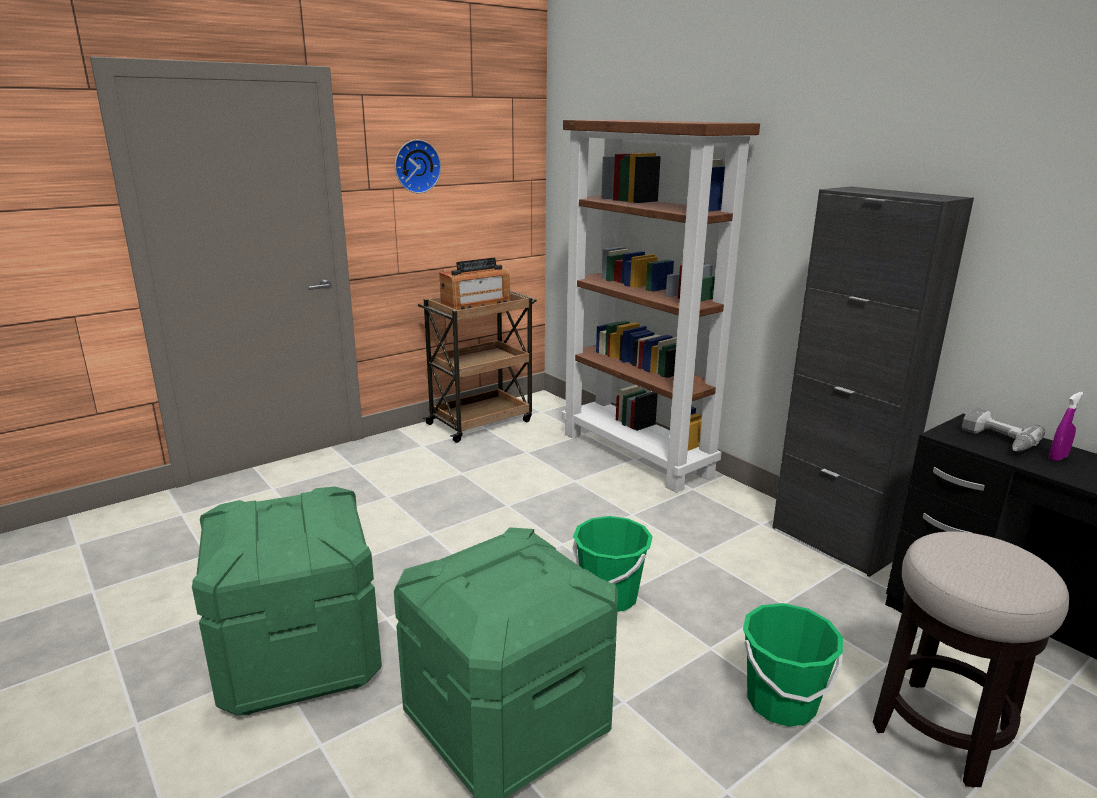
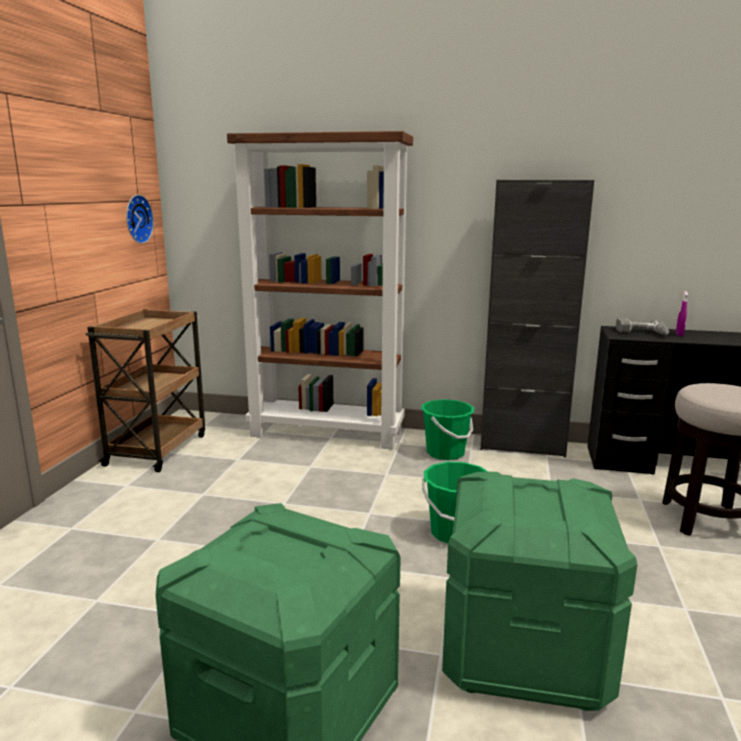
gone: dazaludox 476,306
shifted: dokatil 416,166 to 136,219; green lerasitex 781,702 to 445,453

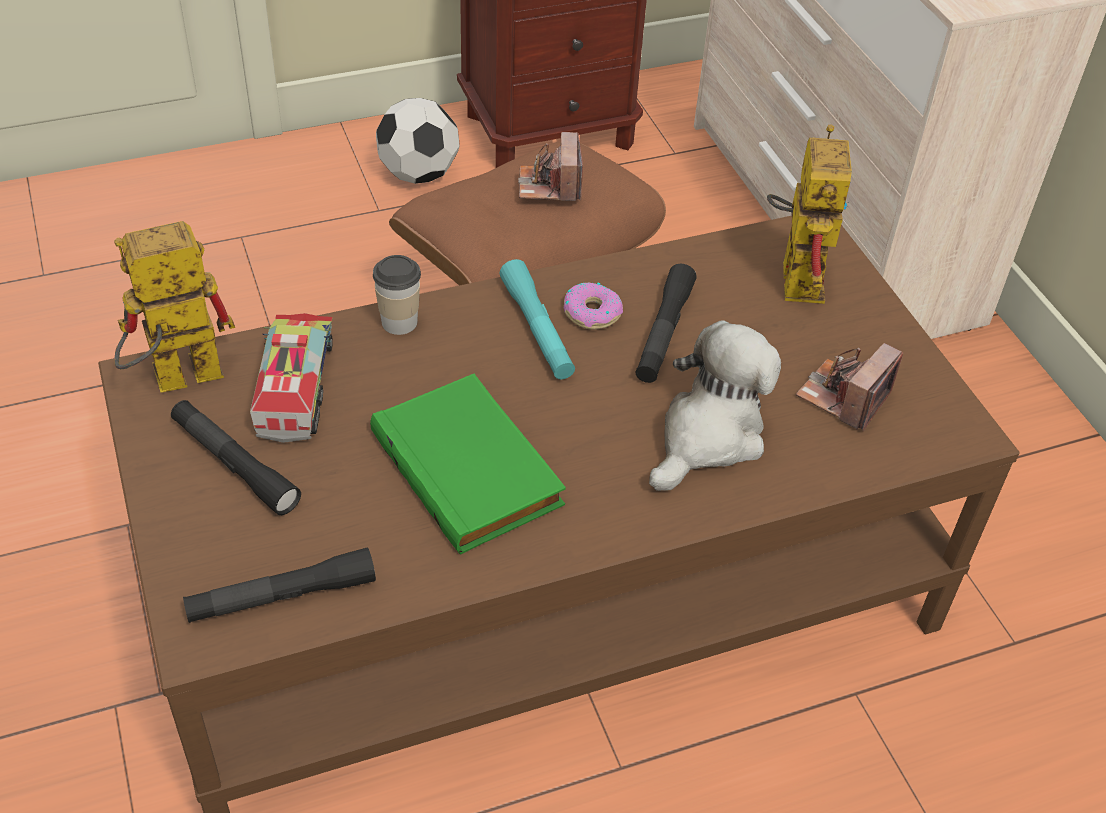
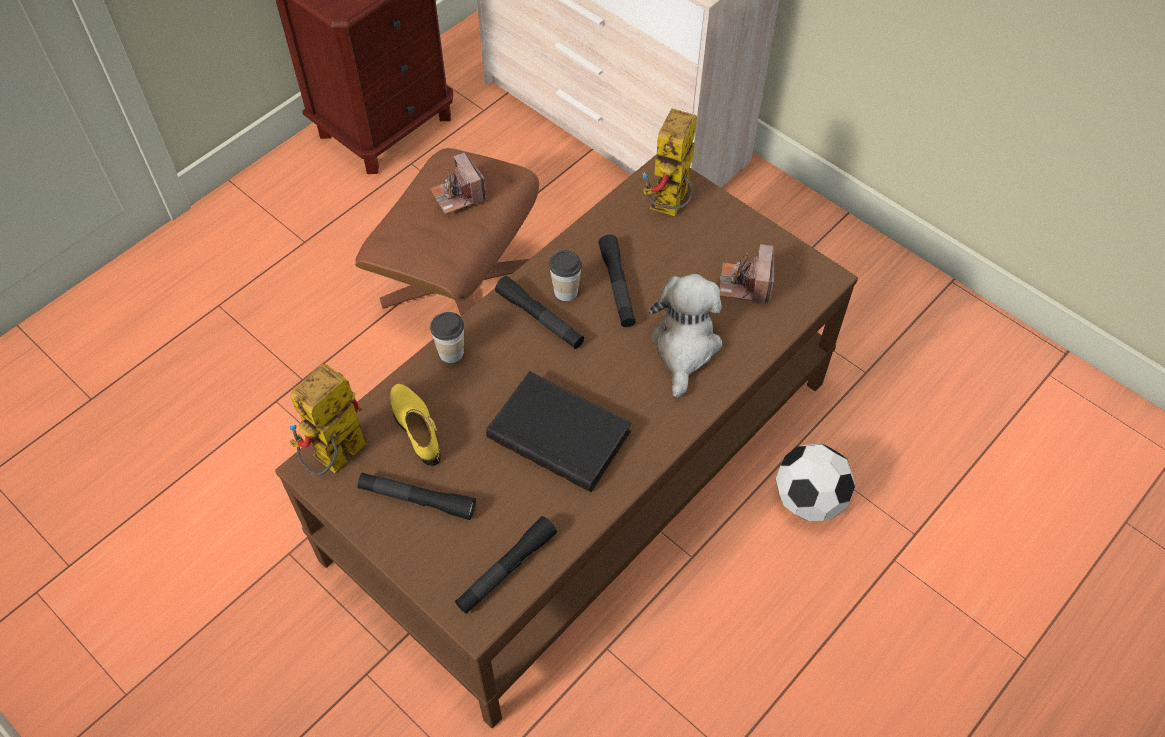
shifted: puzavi 419,174 to 809,499
swapped: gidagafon 296,385 to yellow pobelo 416,427; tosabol 592,312 to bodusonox 566,291
repainted: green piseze 471,468 to black piseze 561,433; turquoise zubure 537,329 to black zubure 540,318
rotated: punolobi 795,273 = 670,208 135 degrees counterclockwise

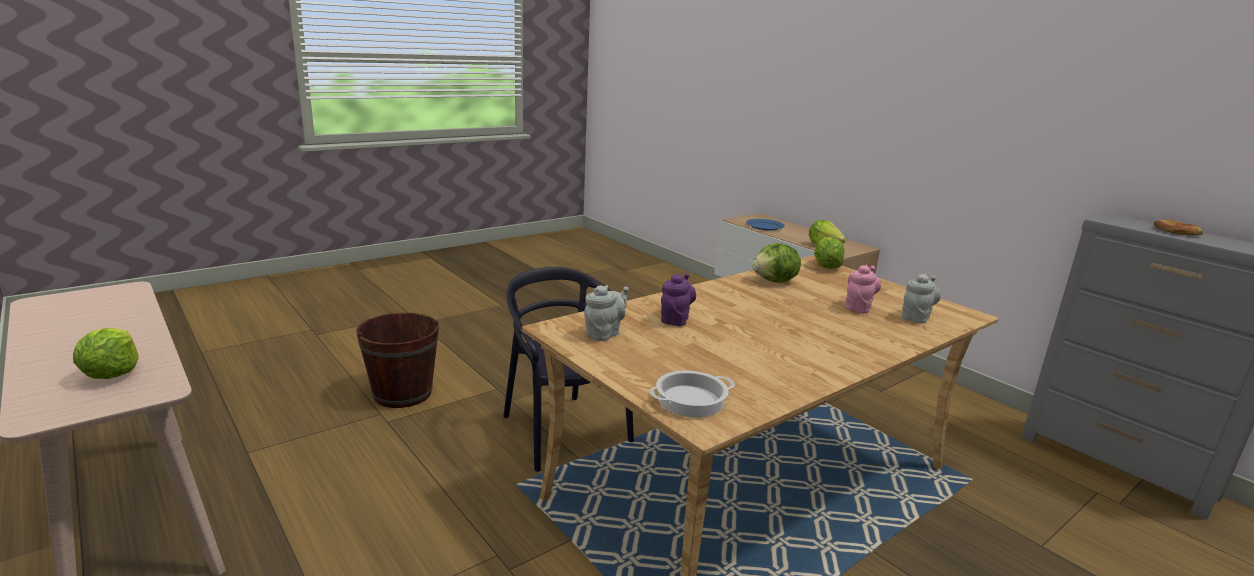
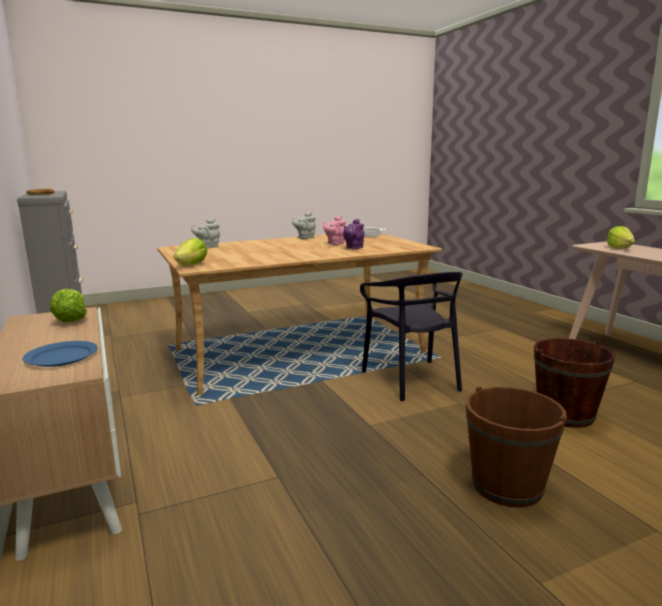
gone: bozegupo 775,281
new: brown lerasitex 507,486
shifted: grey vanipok 605,333 to 305,238; pink vanipok 859,307 to 335,243

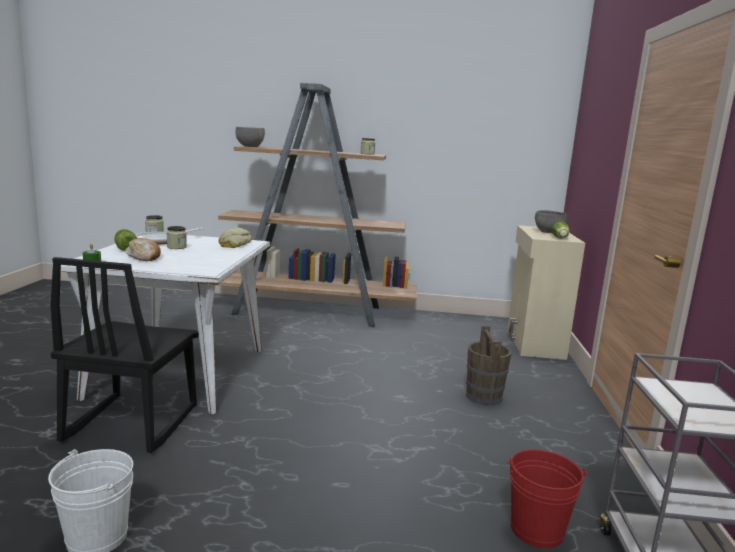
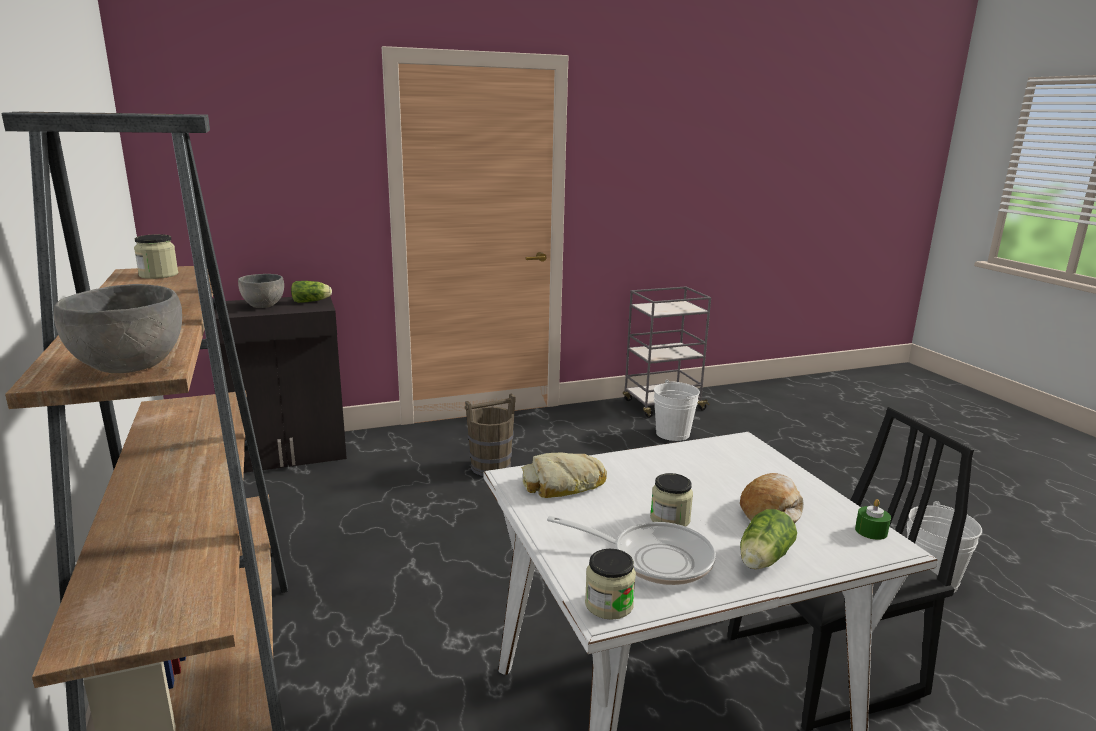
repainted: red lerasitex 536,530 to white lerasitex 673,433; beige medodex 533,342 to black medodex 288,454

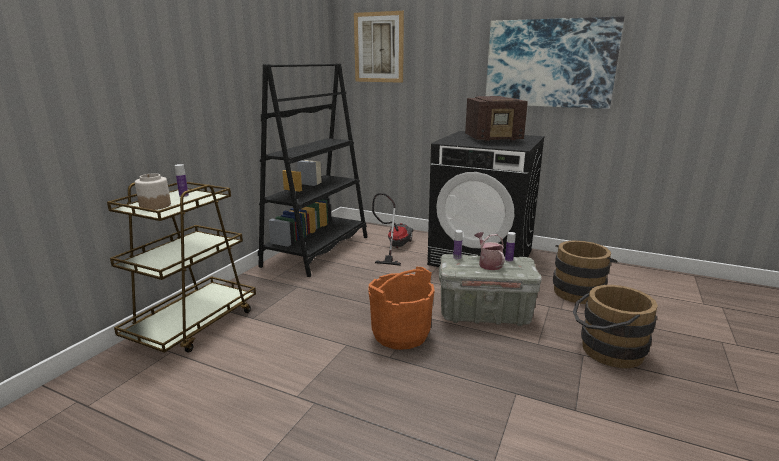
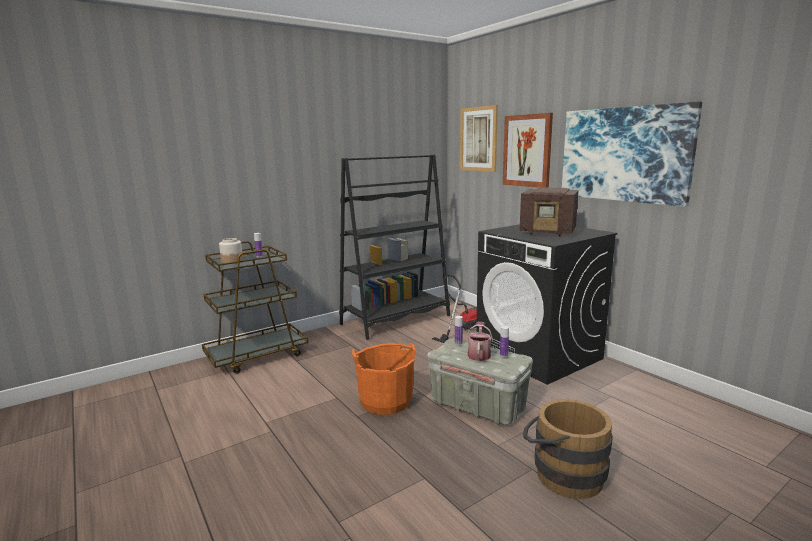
gone: brown lerasitex 579,291
new: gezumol 527,150

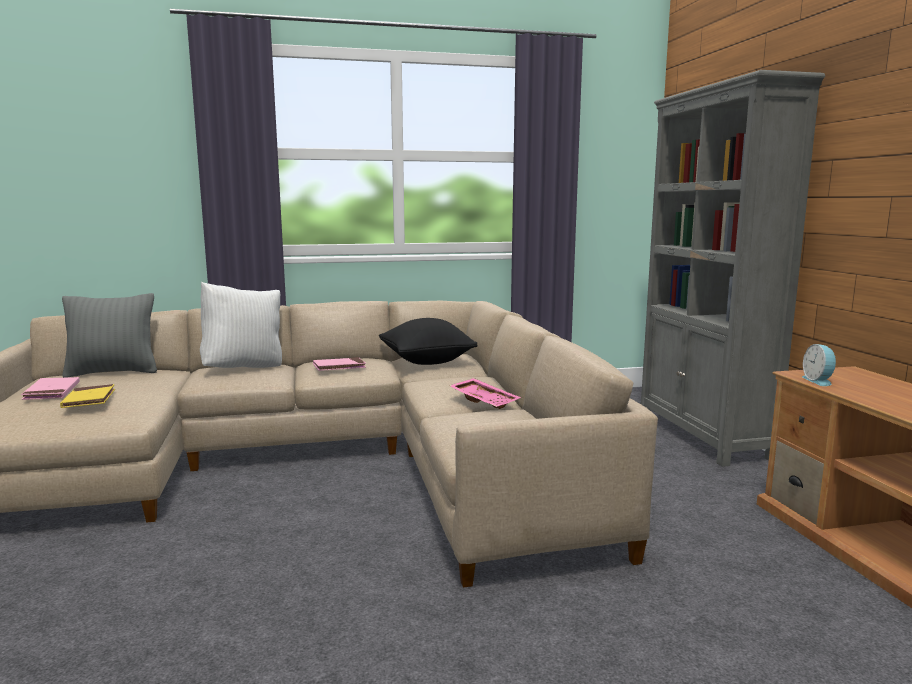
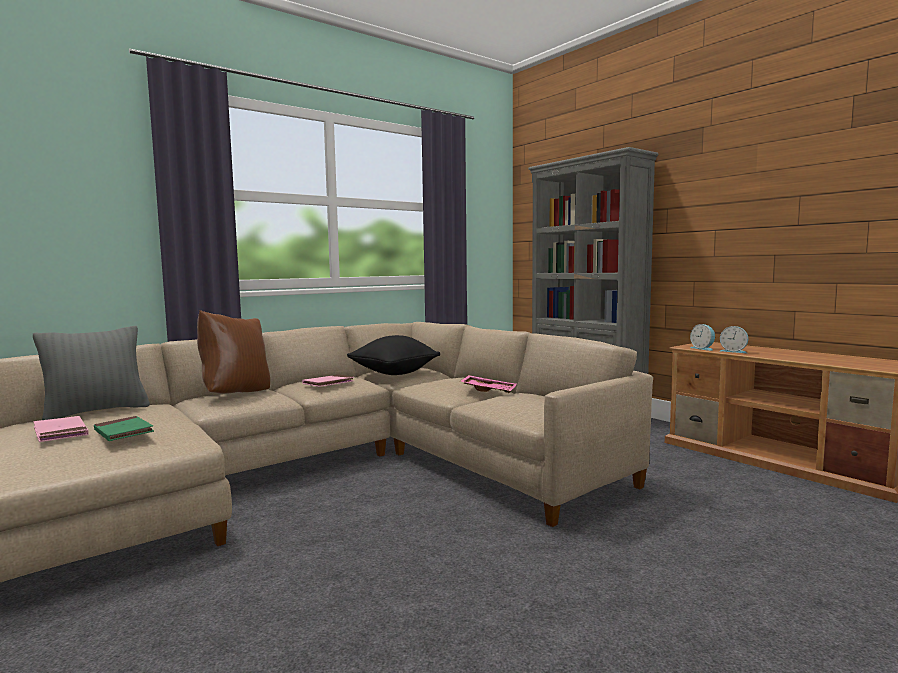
new: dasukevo 734,351
repainted: yellow piseze 89,399 to green piseze 123,432; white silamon 244,368 to brown silamon 236,394

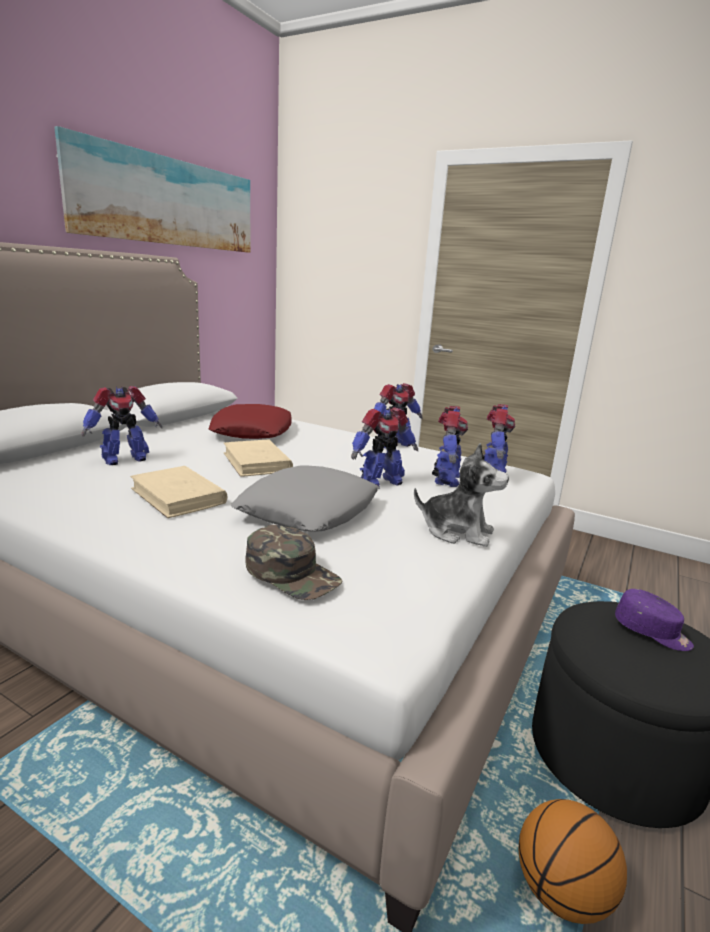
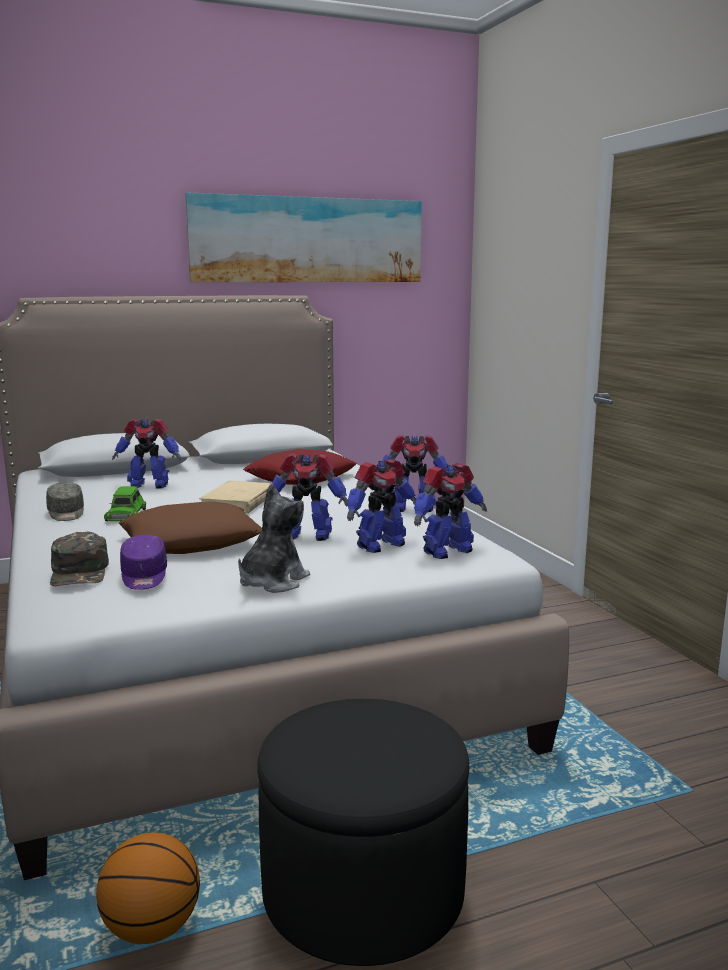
new: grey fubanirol 66,513
shifted: purple fubanirol 652,632 to 144,576
swapped: beige piseze 178,496 to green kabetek 126,515
repainted: grey silamon 308,509 to brown silamon 191,541
rotated: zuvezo 457,531 = 272,582 120 degrees counterclockwise

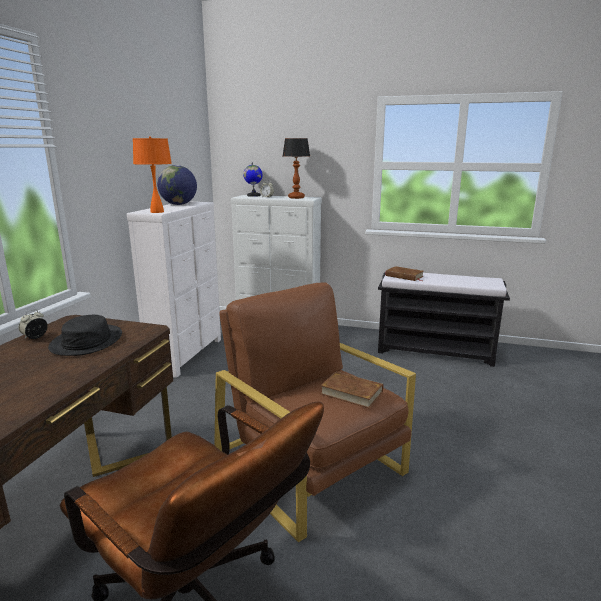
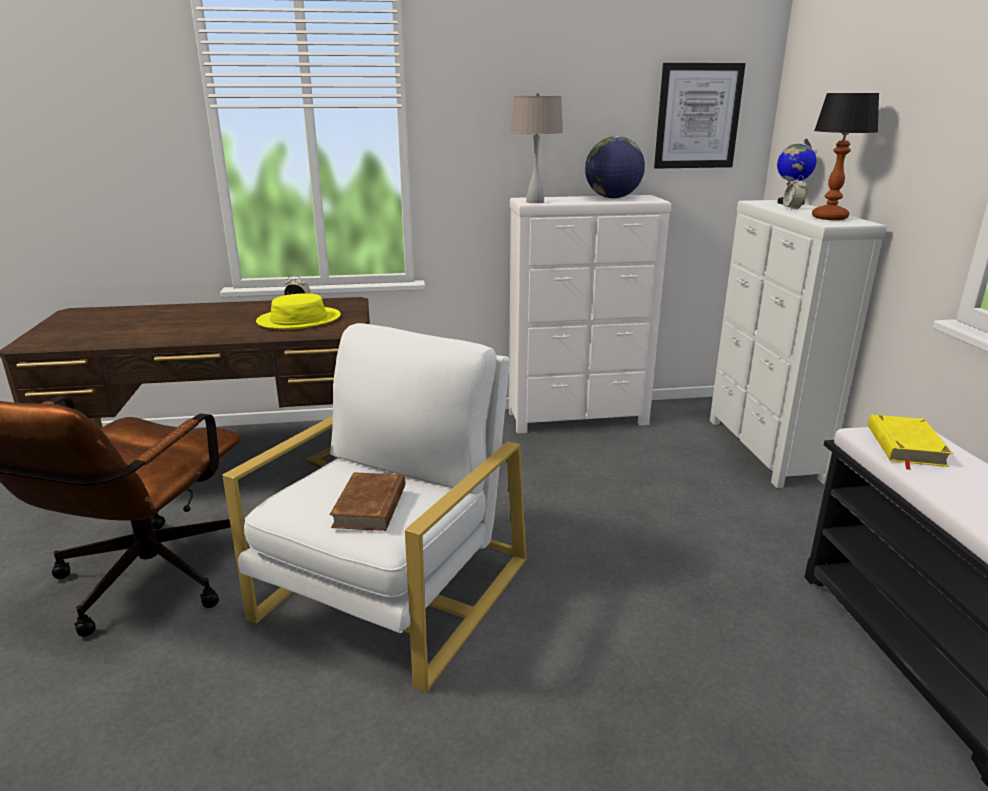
new: gezumol 697,116
repainted: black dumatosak 86,341 to yellow dumatosak 299,320; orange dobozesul 157,212 to beige dobozesul 534,202; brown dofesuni 310,465 to white dofesuni 392,590; brown piseze 404,276 to yellow piseze 905,446

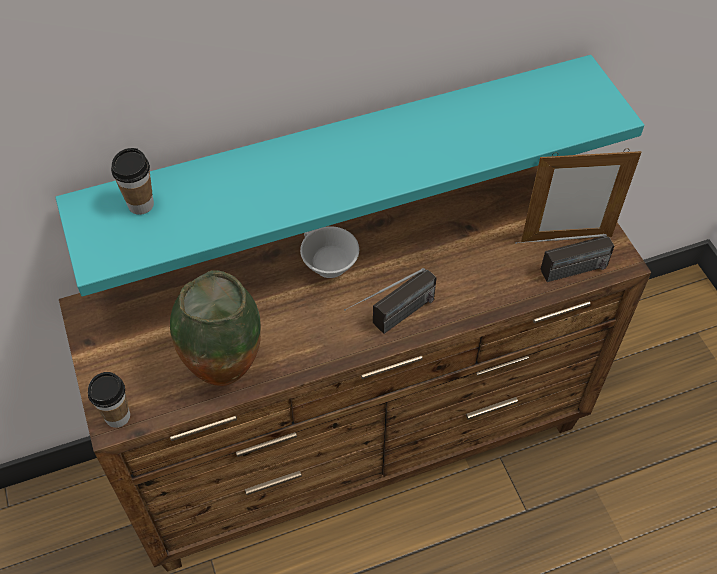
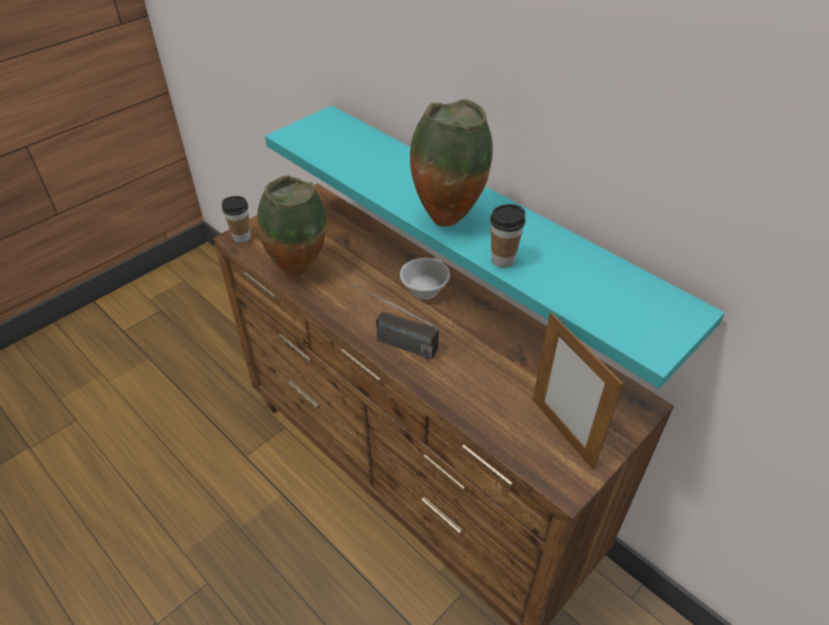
gone: dazaludox 558,274
new: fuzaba 447,219
shifted: bodusonox 141,205 to 502,260

